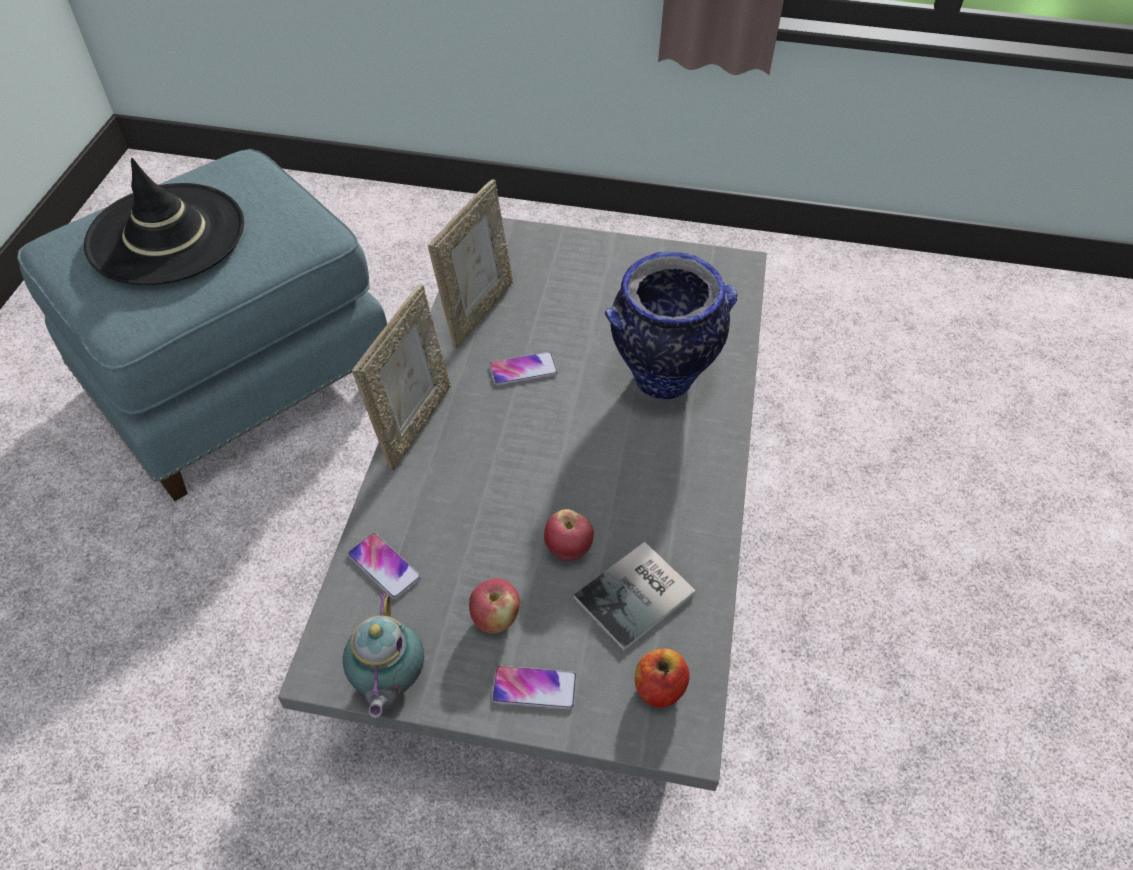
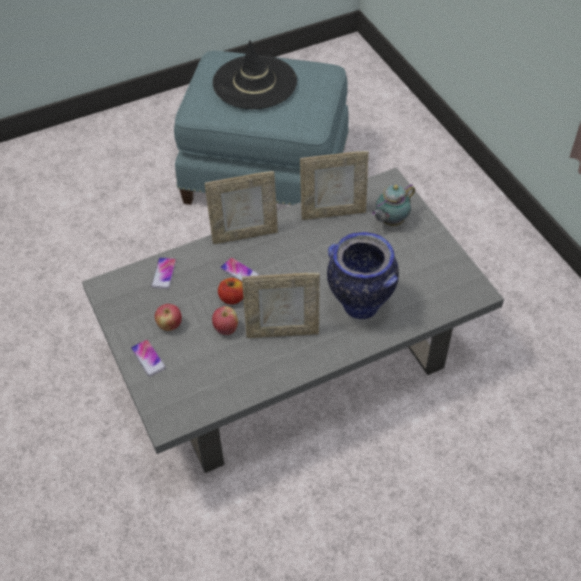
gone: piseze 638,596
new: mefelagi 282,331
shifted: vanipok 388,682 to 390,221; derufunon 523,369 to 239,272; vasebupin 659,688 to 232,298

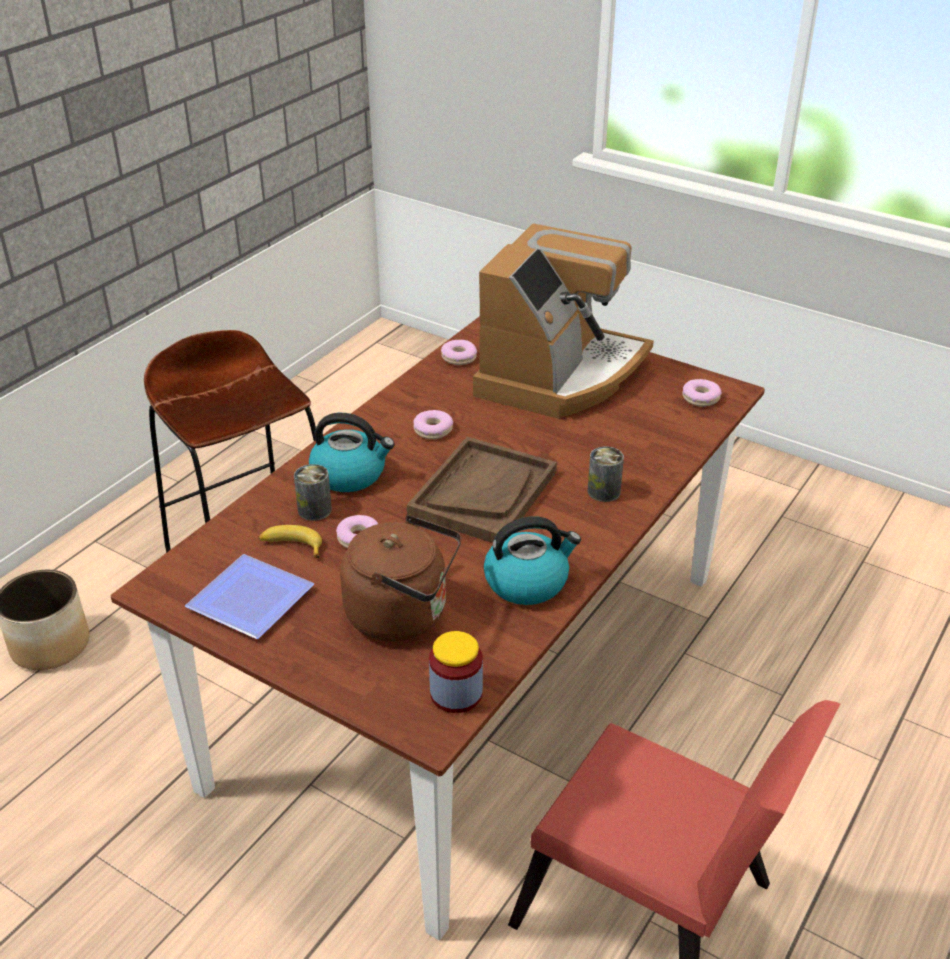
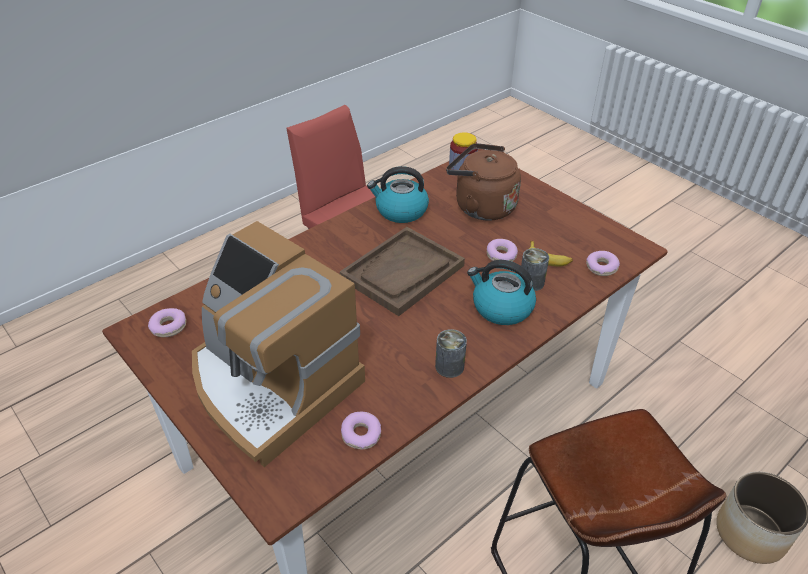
gone: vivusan 255,599
shifted: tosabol 433,430 to 601,267; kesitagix 604,491 to 449,366
rotated: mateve 560,375 = 271,384 90 degrees counterclockwise

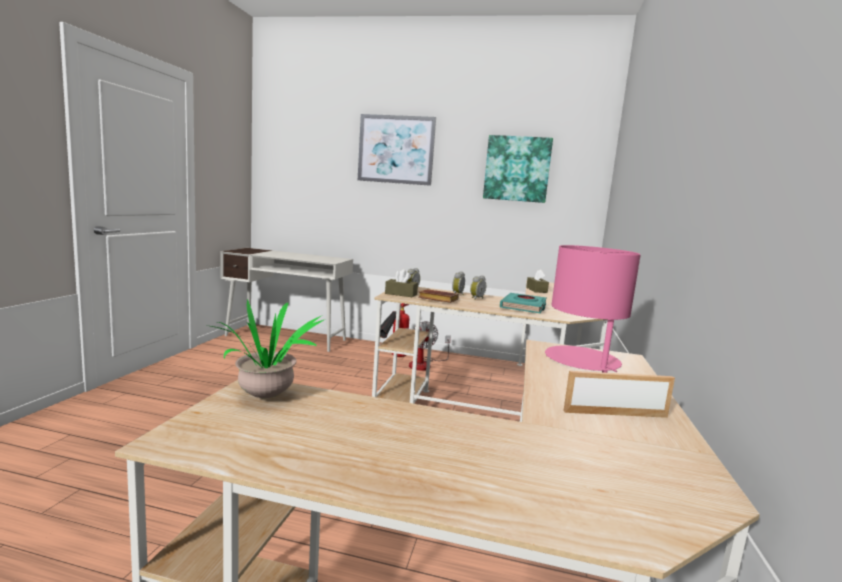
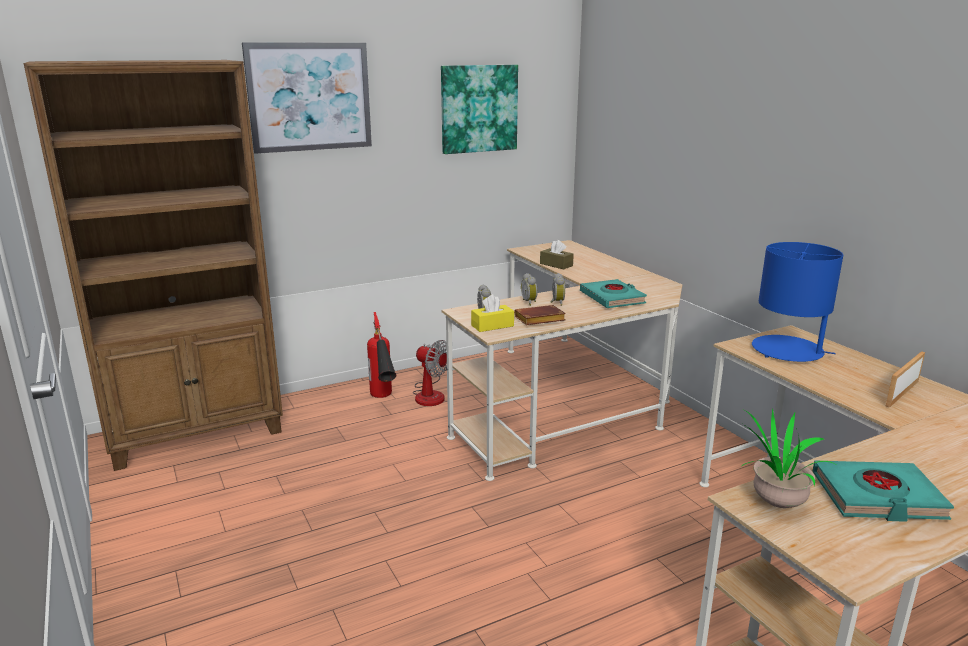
new: turquoise piseze 877,497
swapped: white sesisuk 286,338 to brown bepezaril 198,434
repainted: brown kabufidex 401,294 to yellow kabufidex 492,326; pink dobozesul 582,360 to blue dobozesul 788,350

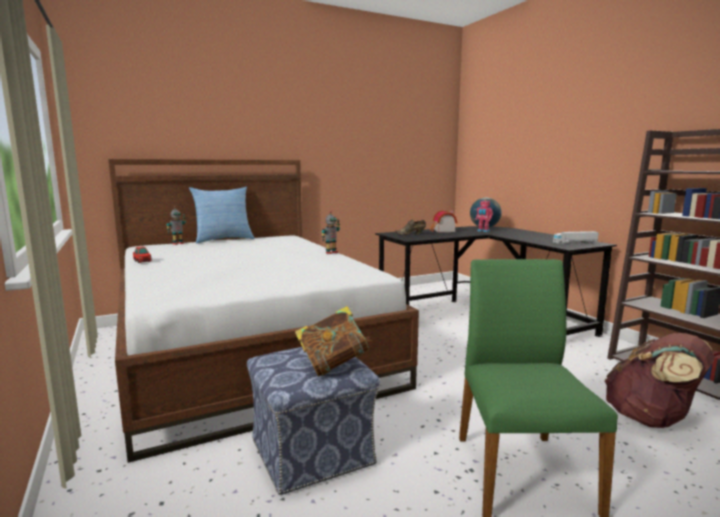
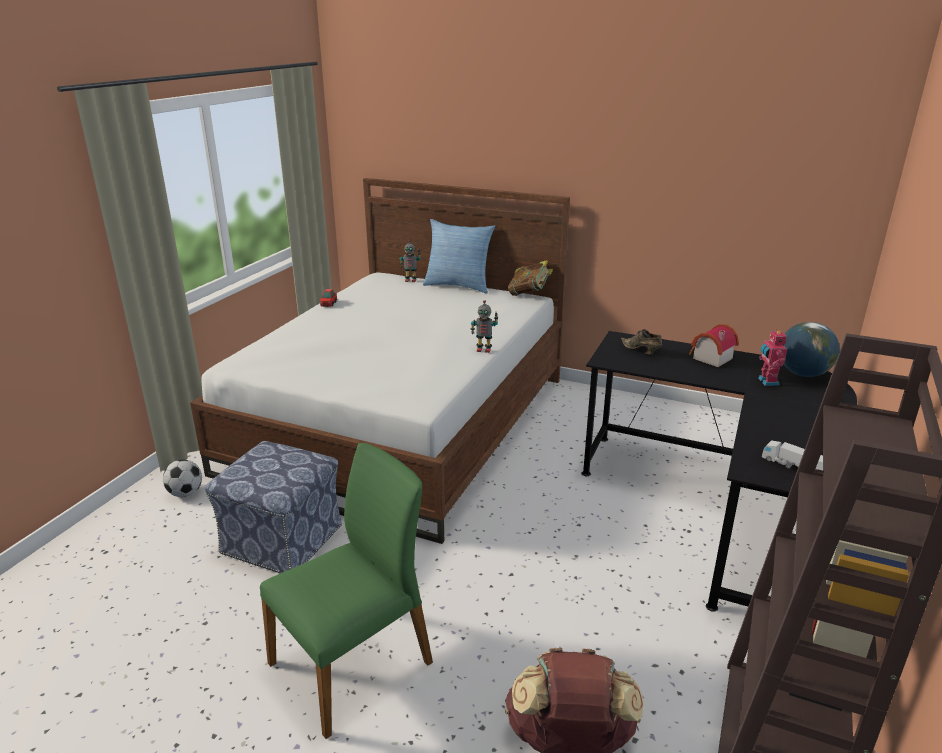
new: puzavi 185,493
shifted: piseze 333,365 to 529,294

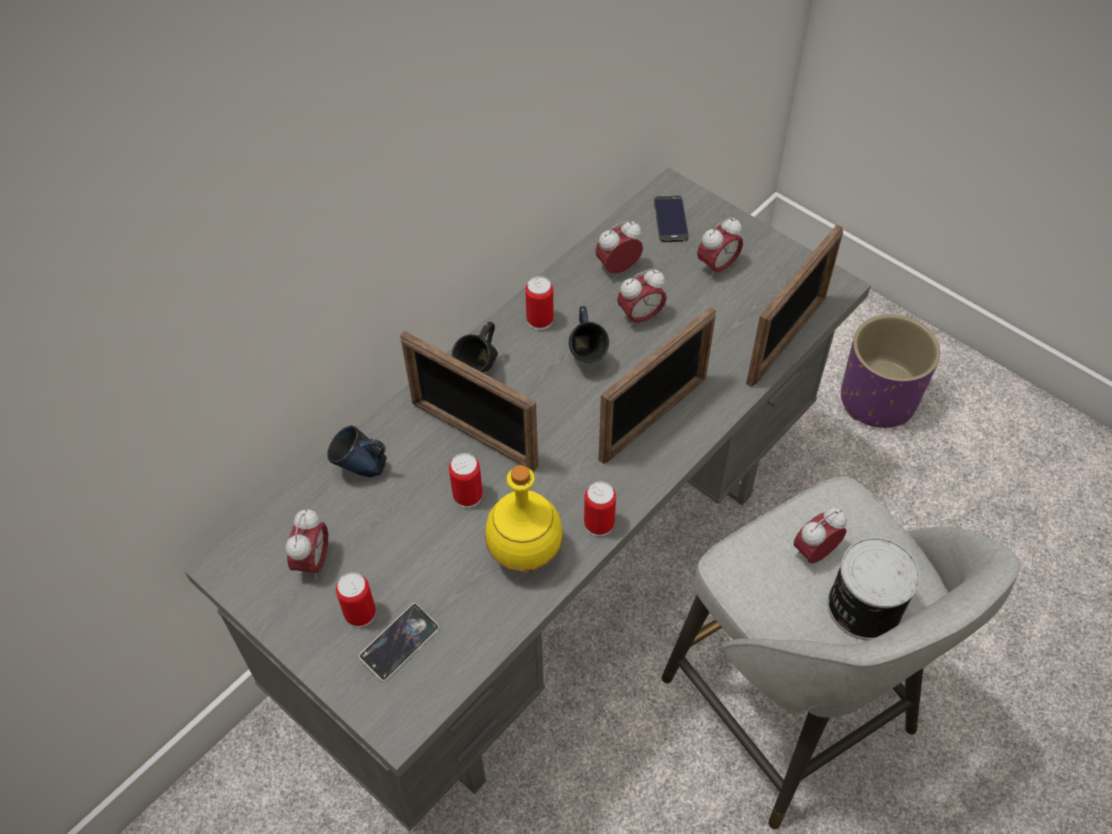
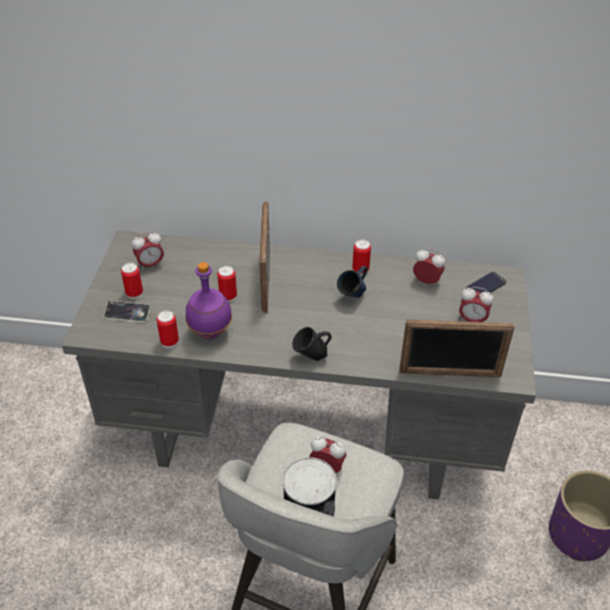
gone: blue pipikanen 362,470; mefelagi 654,418; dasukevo 640,317
shifted: black pipikanen 479,371 to 311,357; kesitagix 599,524 to 169,341
repainted: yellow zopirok 524,554 to purple zopirok 210,332

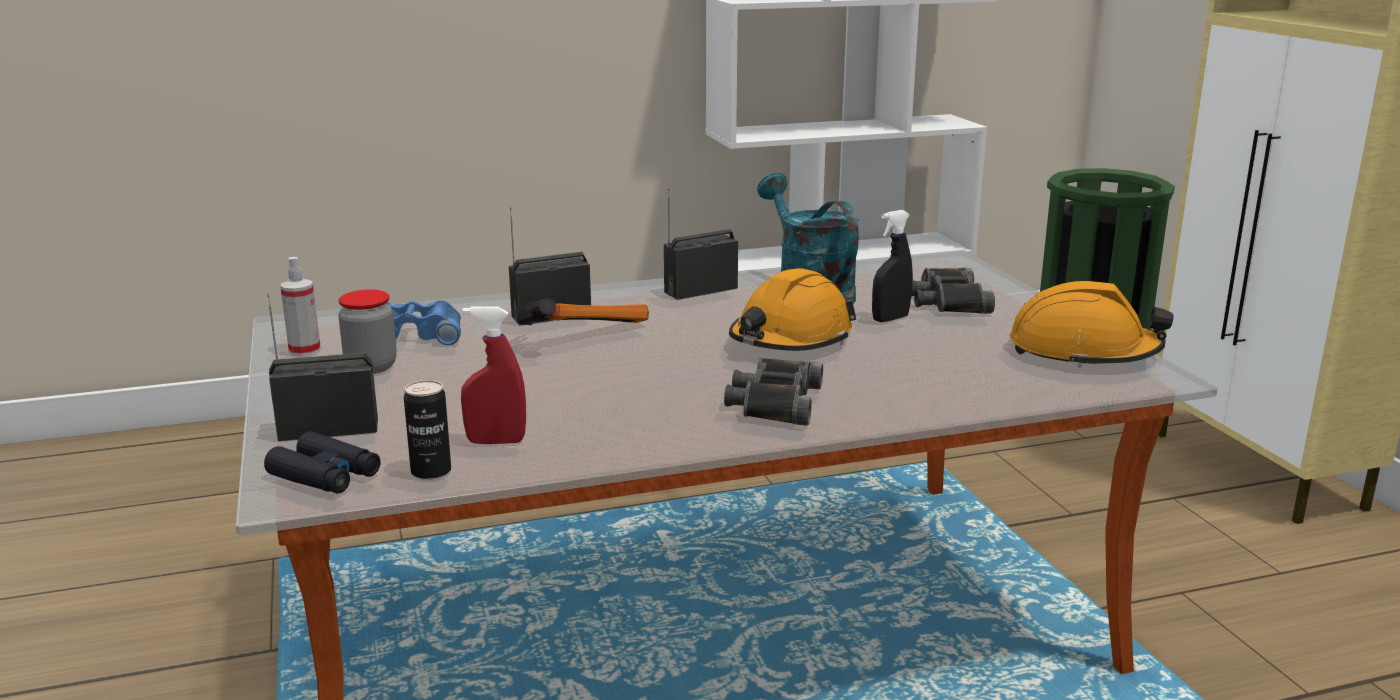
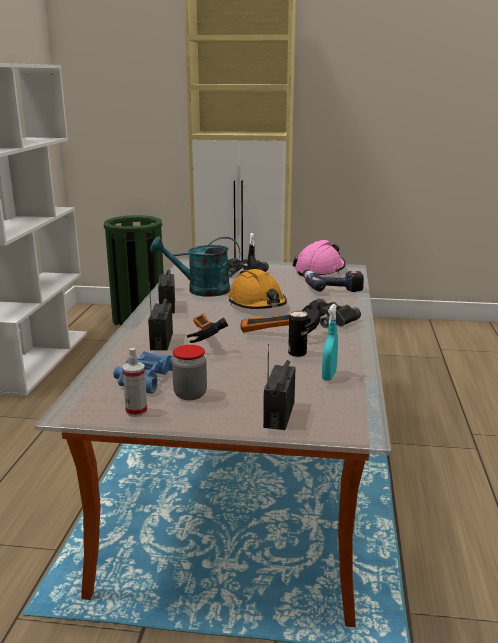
gone: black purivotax 325,475
new: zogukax 279,336; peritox 332,287
shifted: kesitagix 431,472 to 297,353
repainted: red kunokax 496,441 to turquoise kunokax 329,376; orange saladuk 1083,352 to pink saladuk 319,270

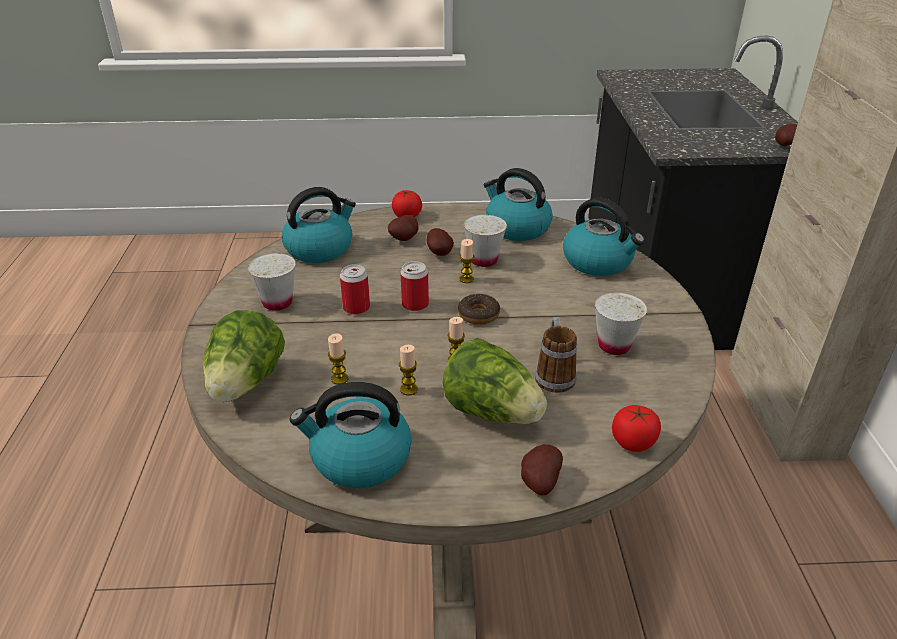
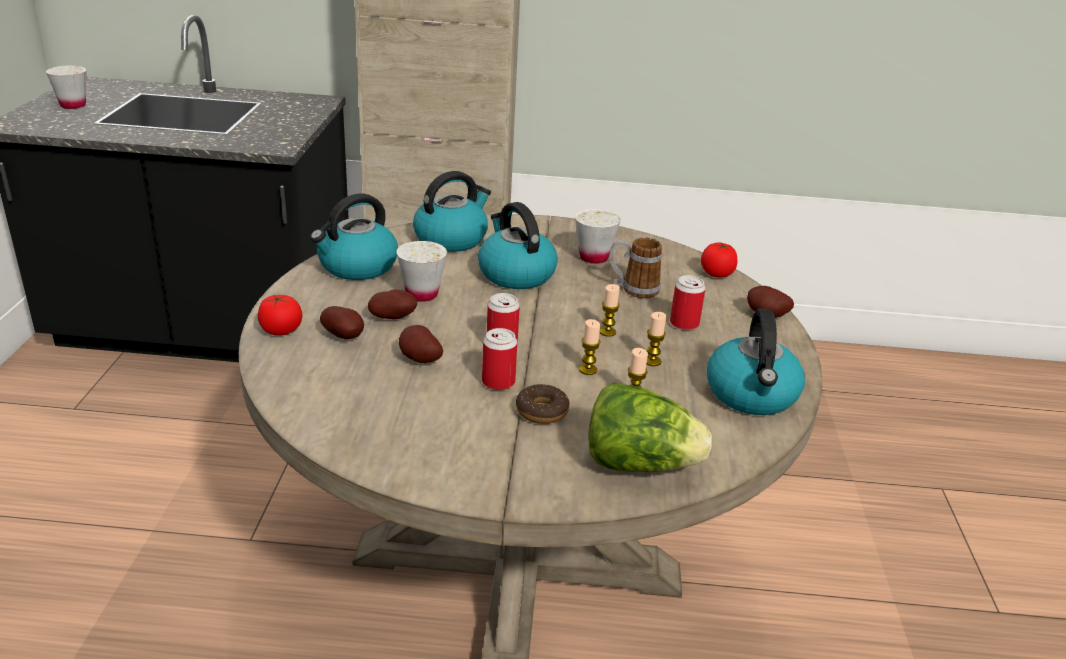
shifted: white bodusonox 277,302 to 73,105; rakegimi 320,248 to 515,274; tosabol 478,315 to 542,411; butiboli 466,279 to 588,370; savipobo 783,145 to 418,360
swapped: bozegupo 492,412 to kesitagix 684,323

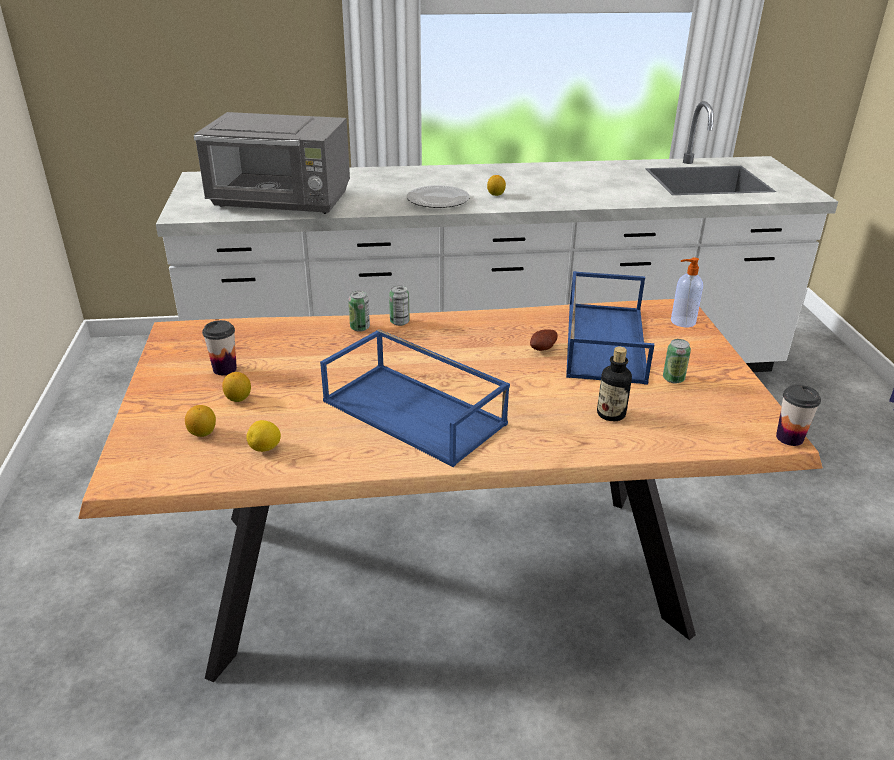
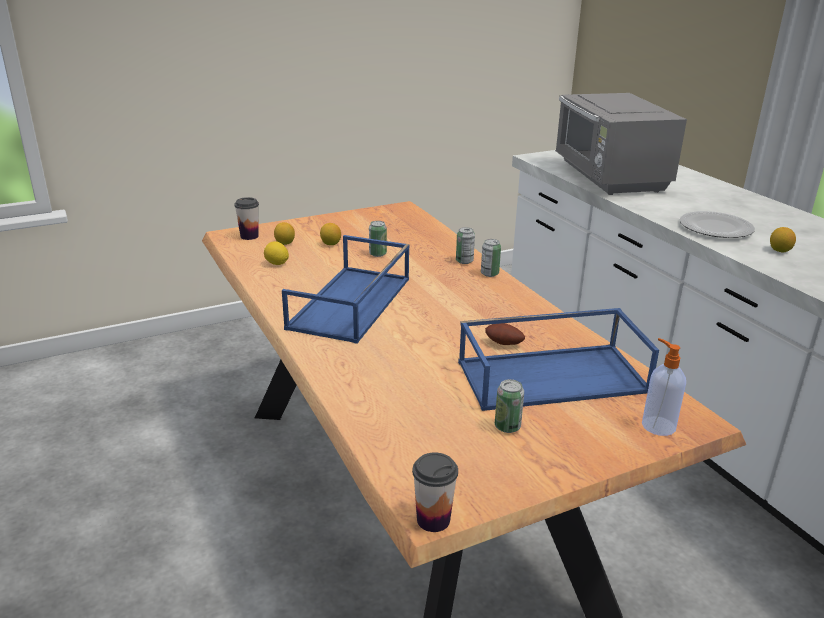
gone: zopirok 611,414
new: kesitagix 377,254
shifted: bodusonox 224,369 to 249,236

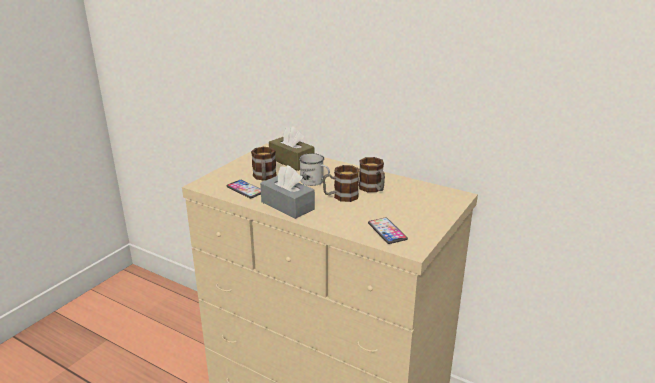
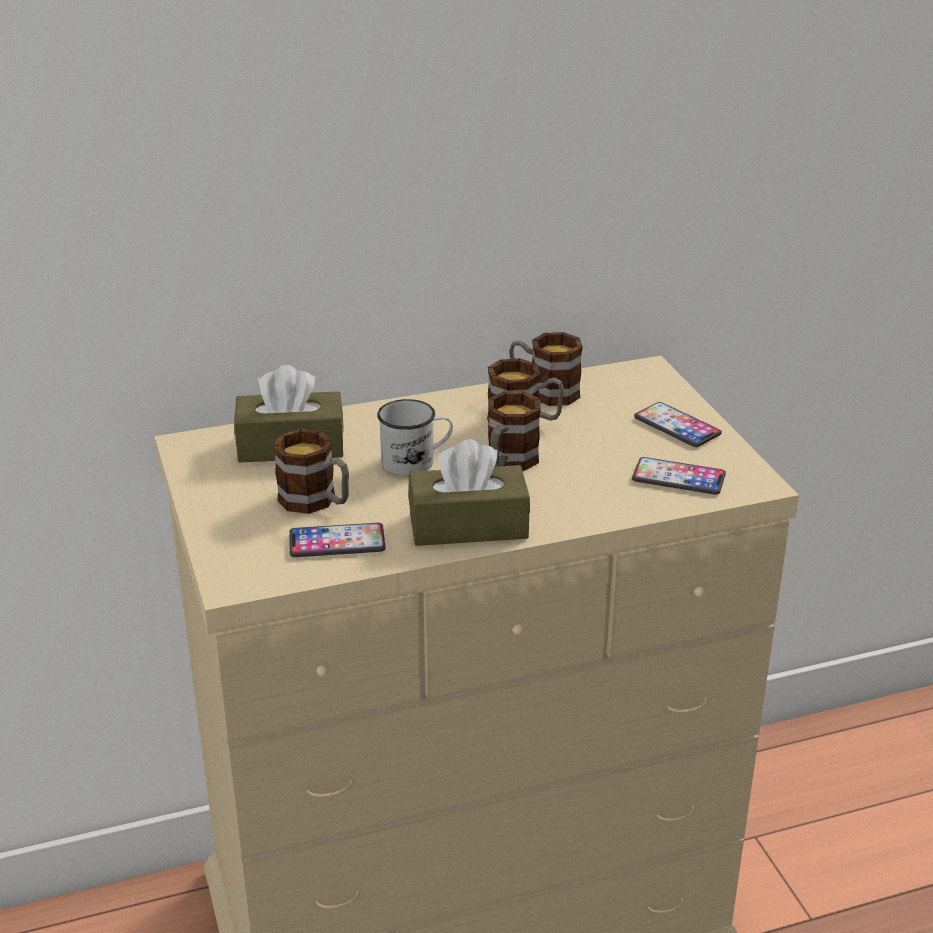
new: pipikanen 544,392; derufunon 677,426
repainted: grey kabufidex 287,205 to brown kabufidex 468,525

